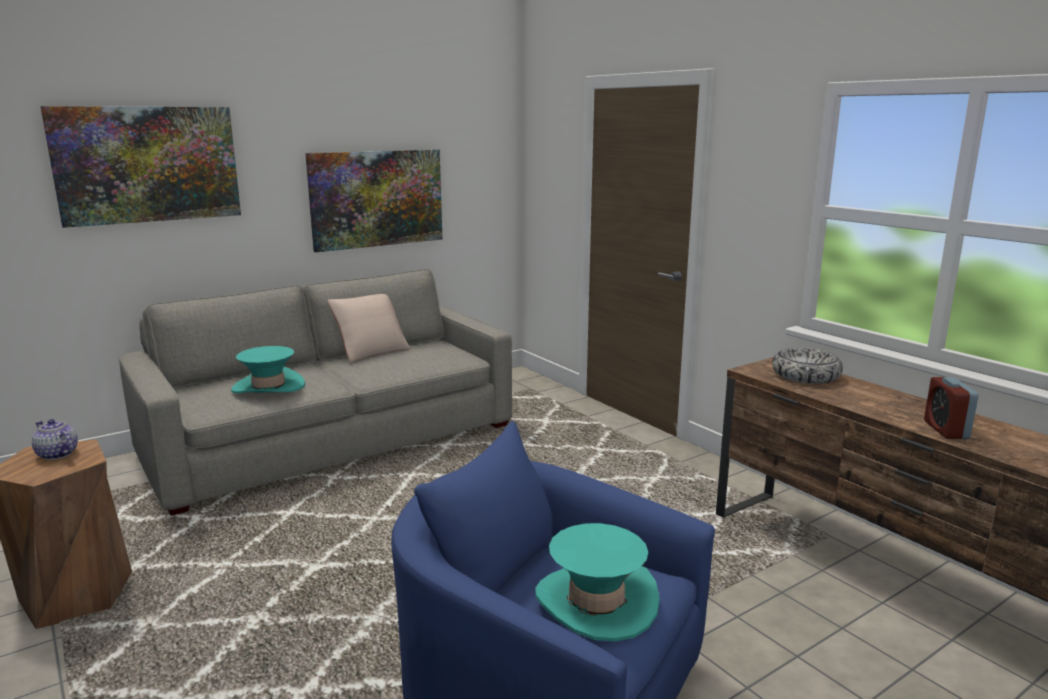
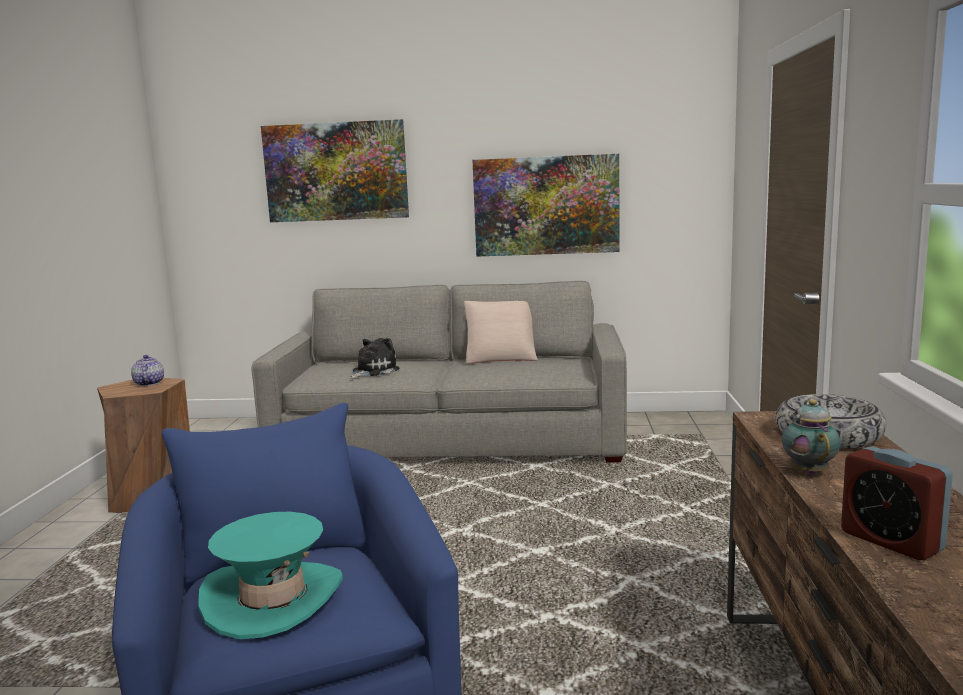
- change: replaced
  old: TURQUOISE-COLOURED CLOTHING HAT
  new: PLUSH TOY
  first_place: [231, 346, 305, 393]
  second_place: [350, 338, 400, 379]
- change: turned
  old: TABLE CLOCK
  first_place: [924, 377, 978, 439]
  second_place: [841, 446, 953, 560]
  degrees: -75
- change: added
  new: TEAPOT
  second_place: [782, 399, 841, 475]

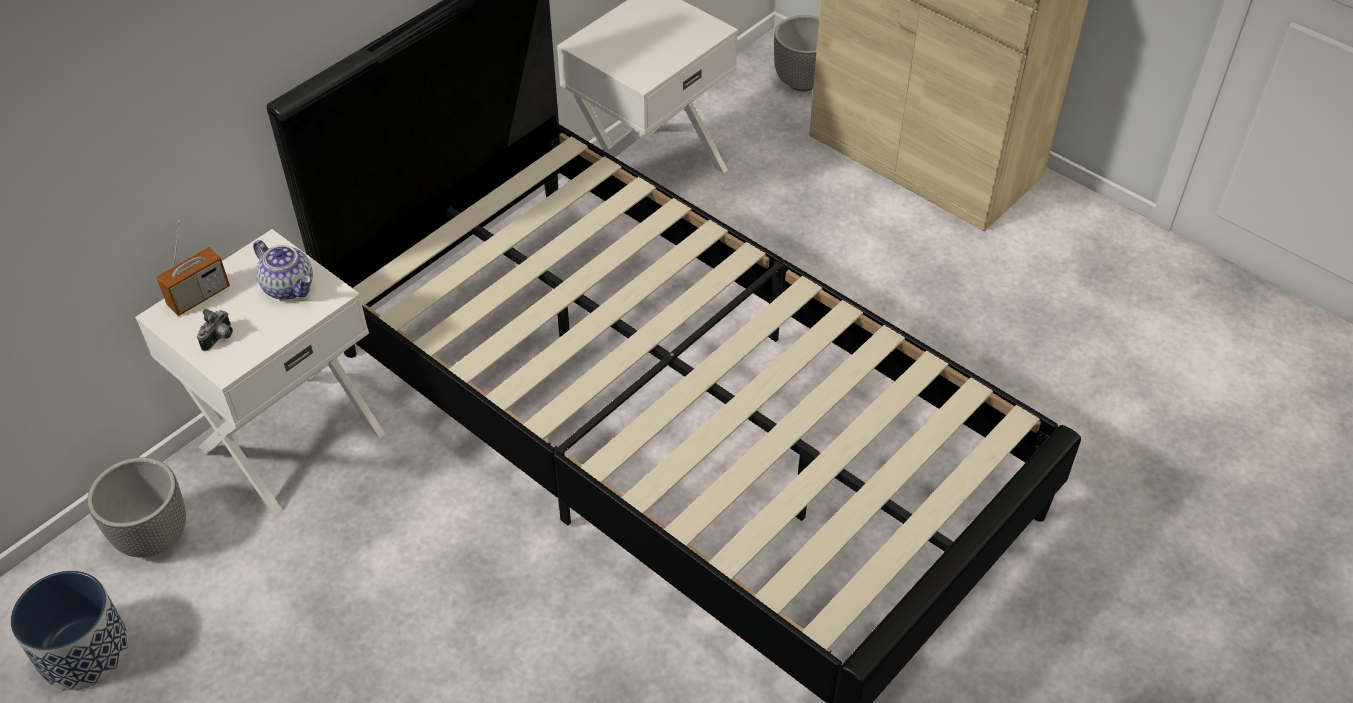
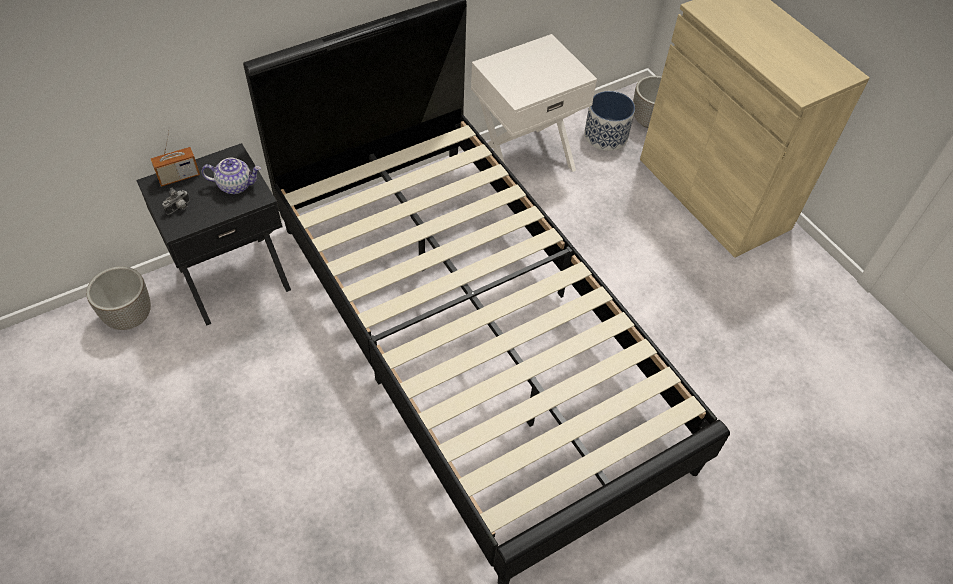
- change: moved
  old: PLANTER
  first_place: [11, 571, 129, 690]
  second_place: [584, 91, 635, 151]
- change: recoloured
  old: WHITE-COLOURED NIGHTSTAND
  new: BLACK-COLOURED NIGHTSTAND
  first_place: [135, 229, 385, 516]
  second_place: [136, 143, 291, 326]
- change: turned
  old: TEAPOT
  first_place: [253, 240, 313, 300]
  second_place: [202, 158, 261, 194]
  degrees: -60

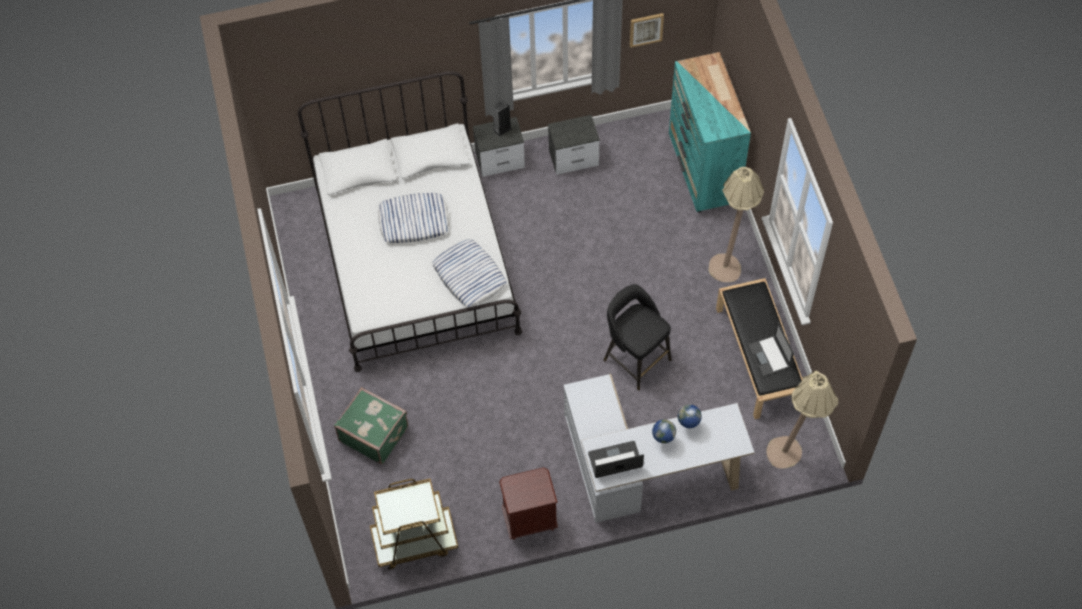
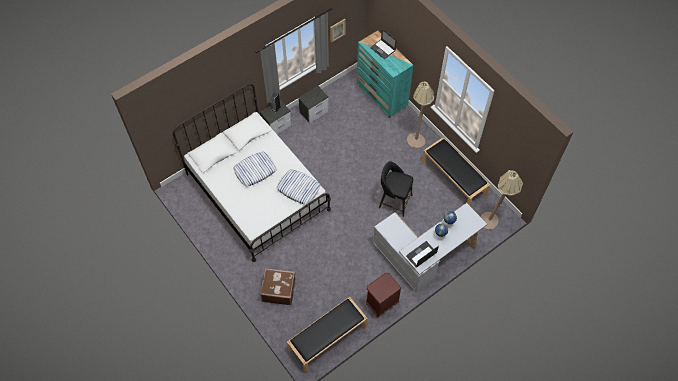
- change: recoloured
  old: GREEN TRAVEL CASE
  new: BROWNISH TRAVEL CASE
  first_place: [334, 387, 408, 464]
  second_place: [260, 268, 295, 305]
- change: replaced
  old: BROWNISH WHEELED CART
  new: BLACK-COLOURED LONG SEAT
  first_place: [370, 479, 458, 570]
  second_place: [287, 297, 368, 372]
- change: moved
  old: LAPTOP
  first_place: [747, 321, 794, 377]
  second_place: [370, 29, 397, 59]

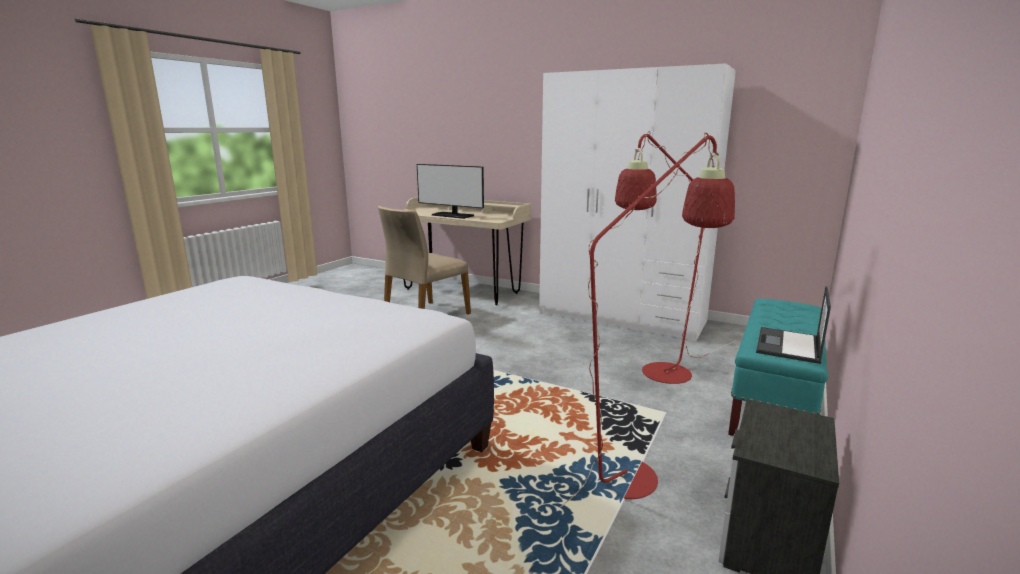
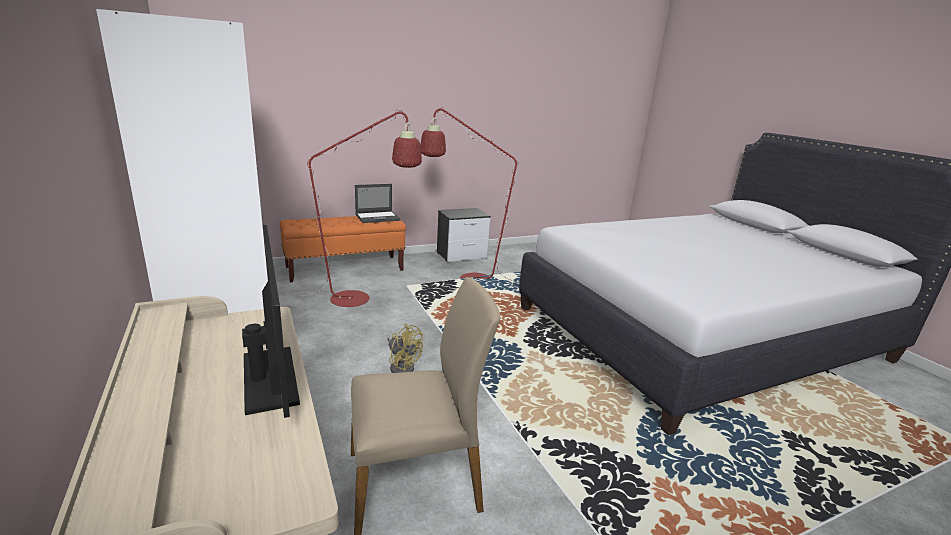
- change: recoloured
  old: TURQUOISE-COLOURED LONG SEAT
  new: ORANGE LONG SEAT
  first_place: [728, 299, 828, 436]
  second_place: [280, 216, 406, 283]
- change: added
  new: YELLOW-COLOURED ELECTRIC FAN
  second_place: [387, 323, 423, 373]

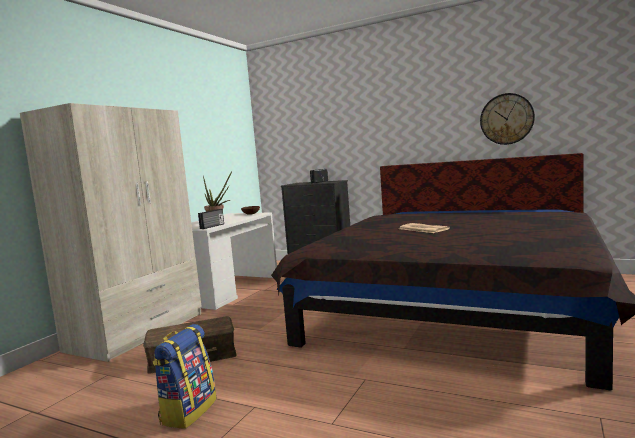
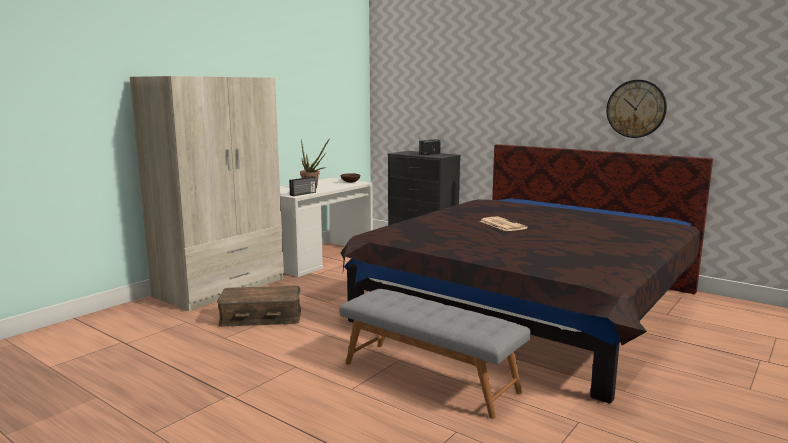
- change: removed
  old: RUCKSACK
  first_place: [152, 324, 217, 429]
- change: added
  new: GRAY LONG SEAT
  second_place: [339, 289, 531, 419]

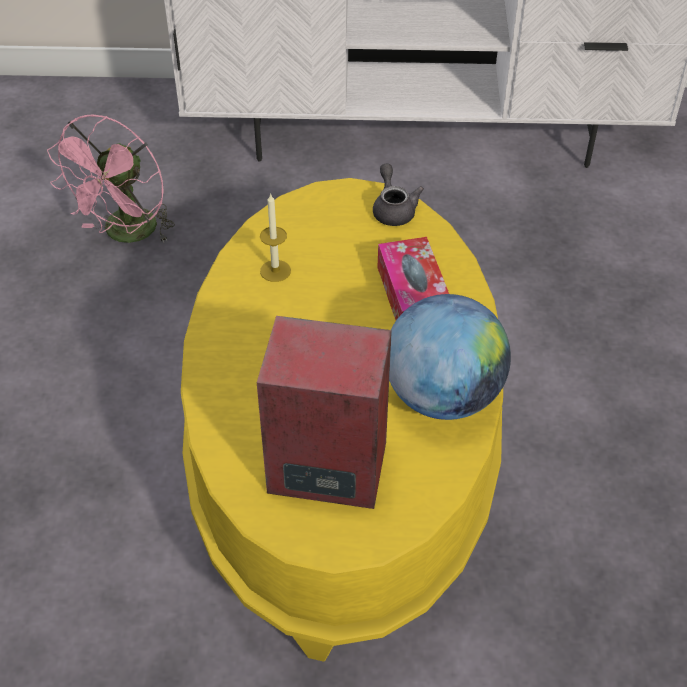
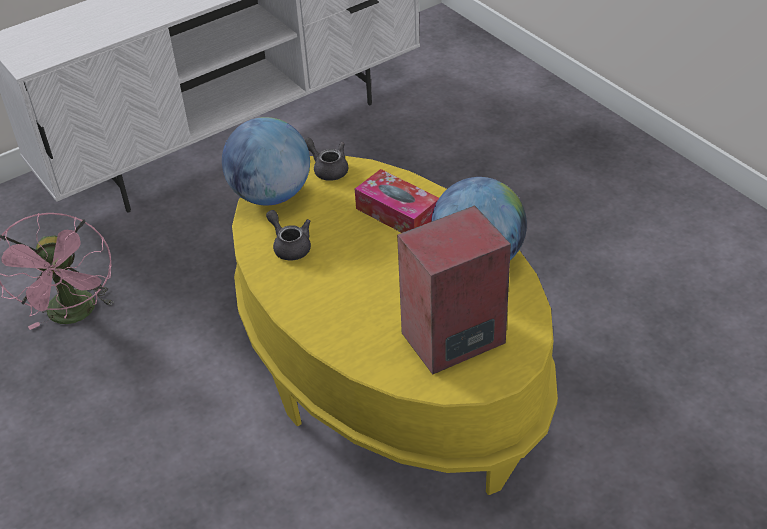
- change: replaced
  old: WAX CANDLE
  new: GRAY TEAPOT
  first_place: [260, 193, 291, 282]
  second_place: [266, 210, 311, 261]
- change: added
  new: WORLD GLOBE
  second_place: [222, 117, 310, 205]

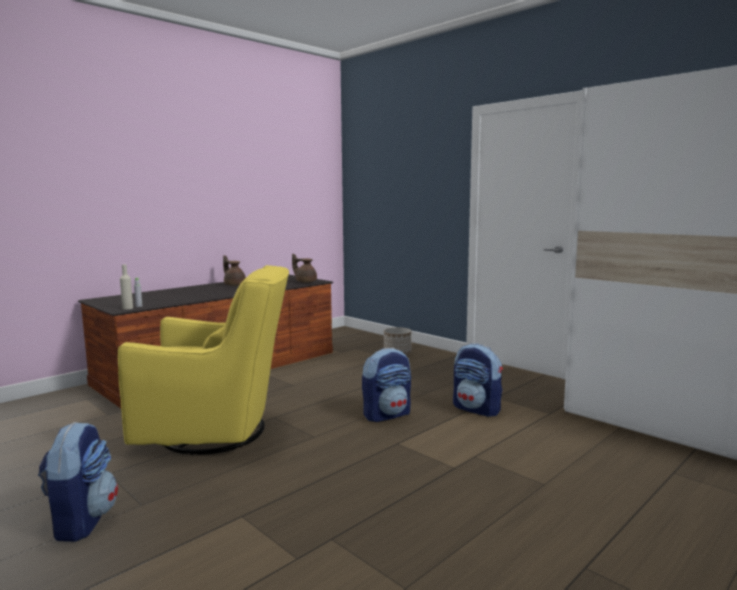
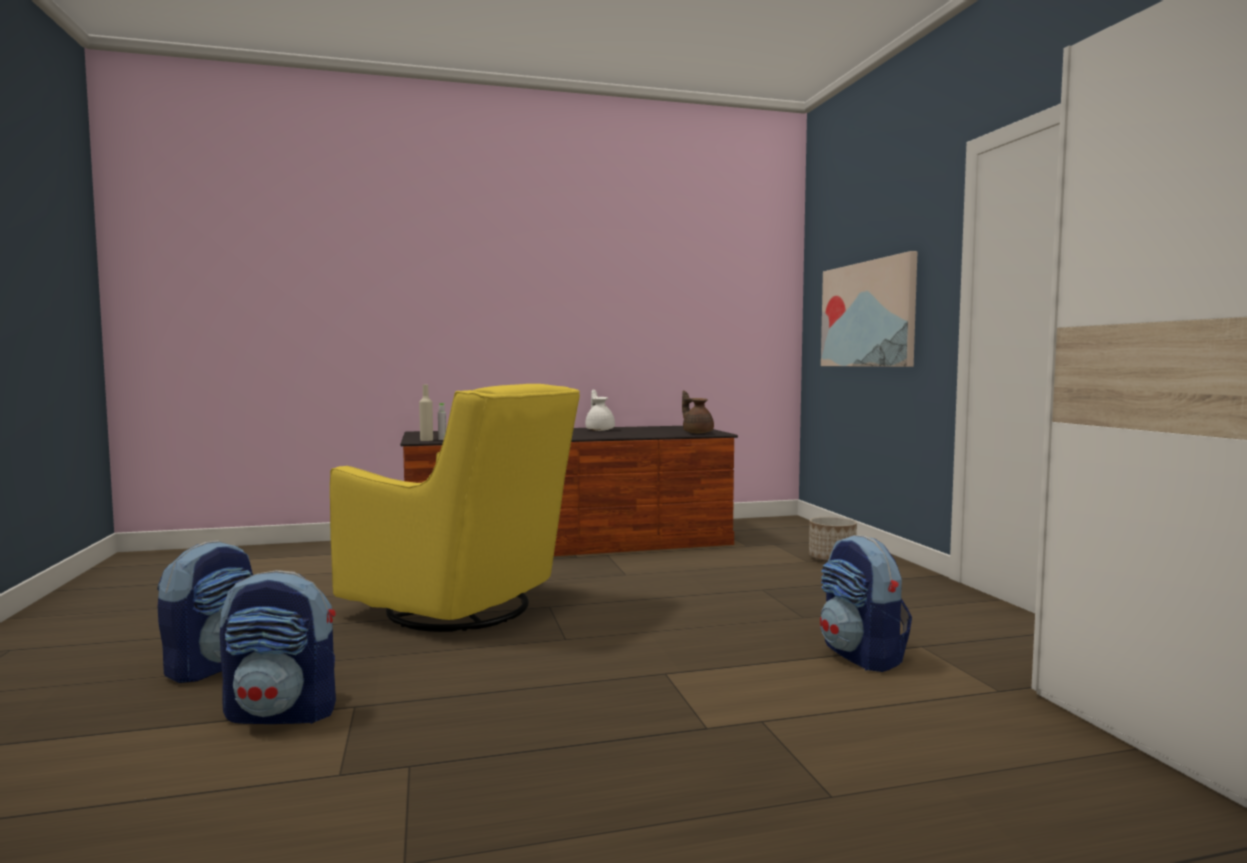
- change: recoloured
  old: BROWNISH TEAPOT
  new: WHITE-COLOURED TEAPOT
  first_place: [223, 255, 246, 286]
  second_place: [585, 390, 615, 431]
- change: moved
  old: RUCKSACK
  first_place: [362, 348, 411, 422]
  second_place: [220, 570, 336, 724]
- change: added
  new: WALL ART
  second_place: [821, 251, 917, 367]

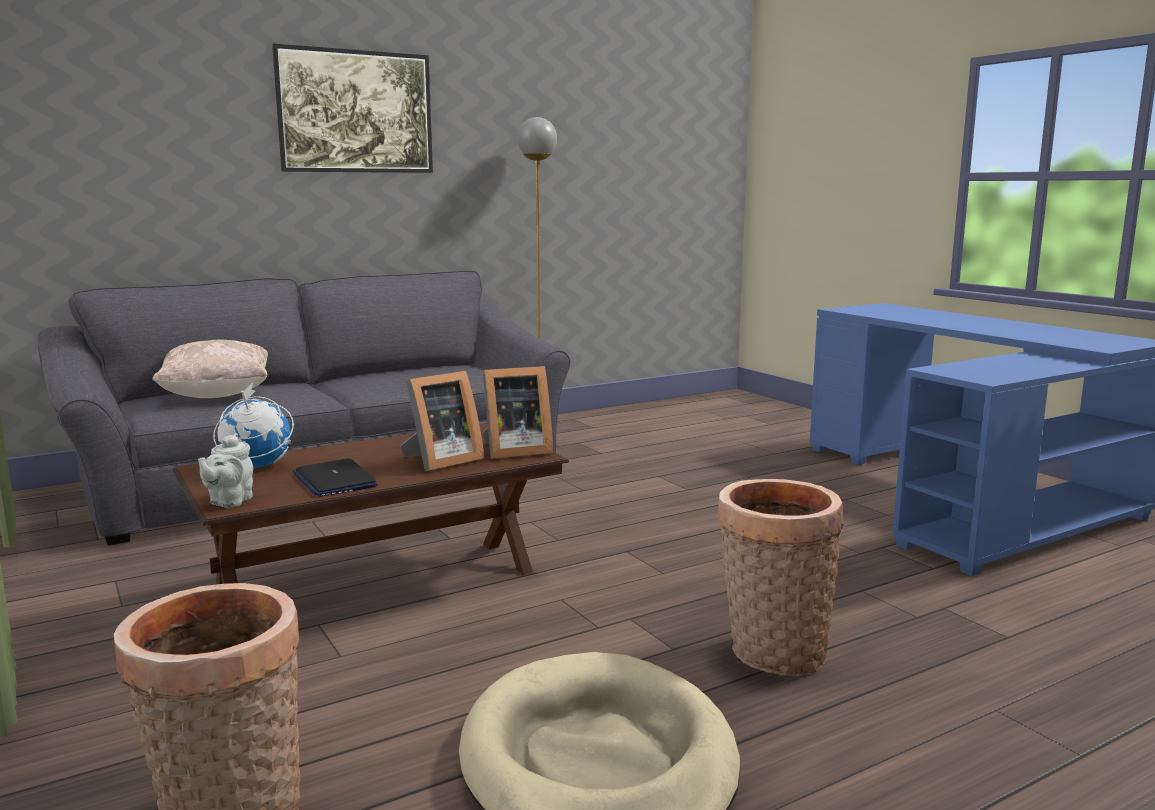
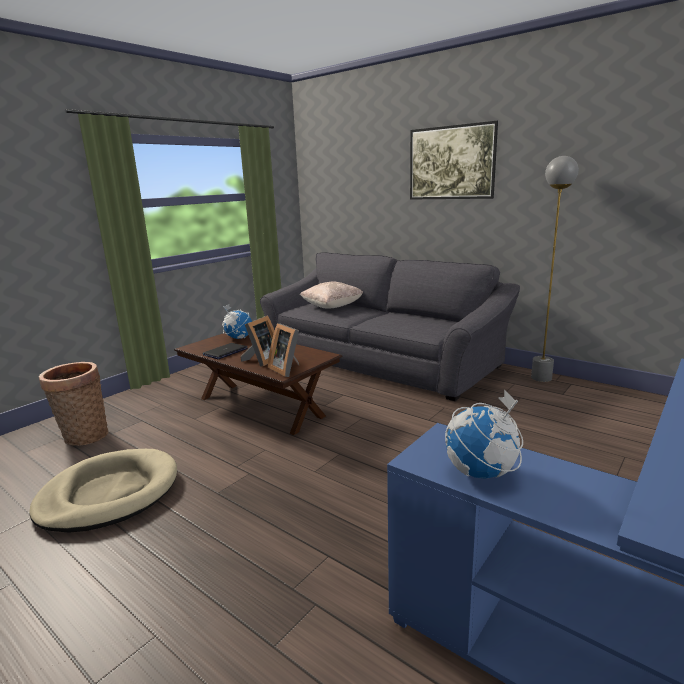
- change: removed
  old: GRAY TEAPOT
  first_place: [198, 433, 253, 508]
- change: turned
  old: PHOTO FRAME
  first_place: [400, 371, 484, 471]
  second_place: [240, 315, 275, 367]
  degrees: -90
- change: removed
  old: STORAGE BASKET
  first_place: [716, 479, 844, 676]
- change: added
  new: WORLD GLOBE
  second_place: [445, 389, 523, 479]

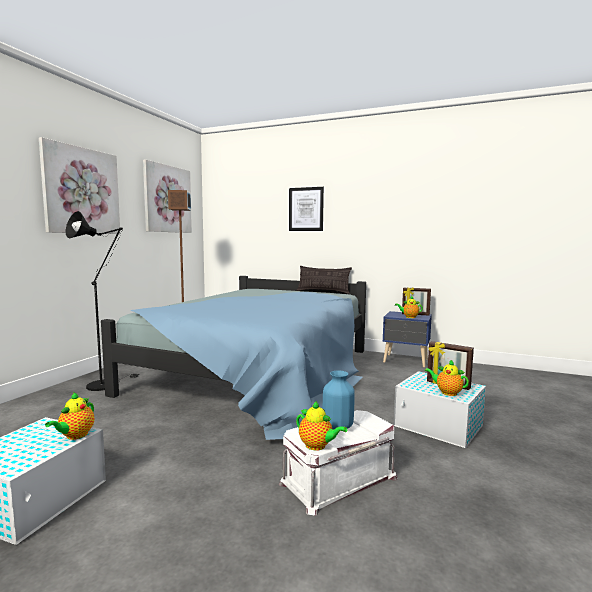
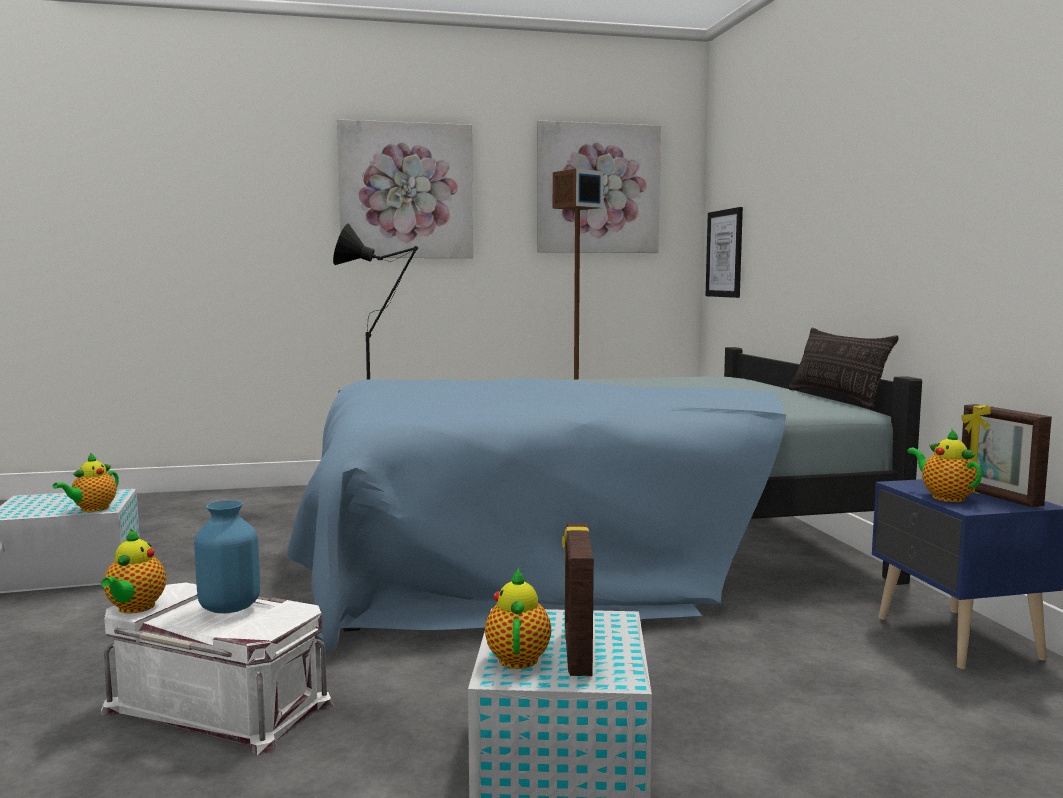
- change: turned
  old: TEAPOT
  first_place: [45, 392, 94, 440]
  second_place: [53, 453, 119, 512]
  degrees: -45
- change: moved
  old: WALL ART
  first_place: [289, 187, 324, 231]
  second_place: [706, 207, 743, 298]

